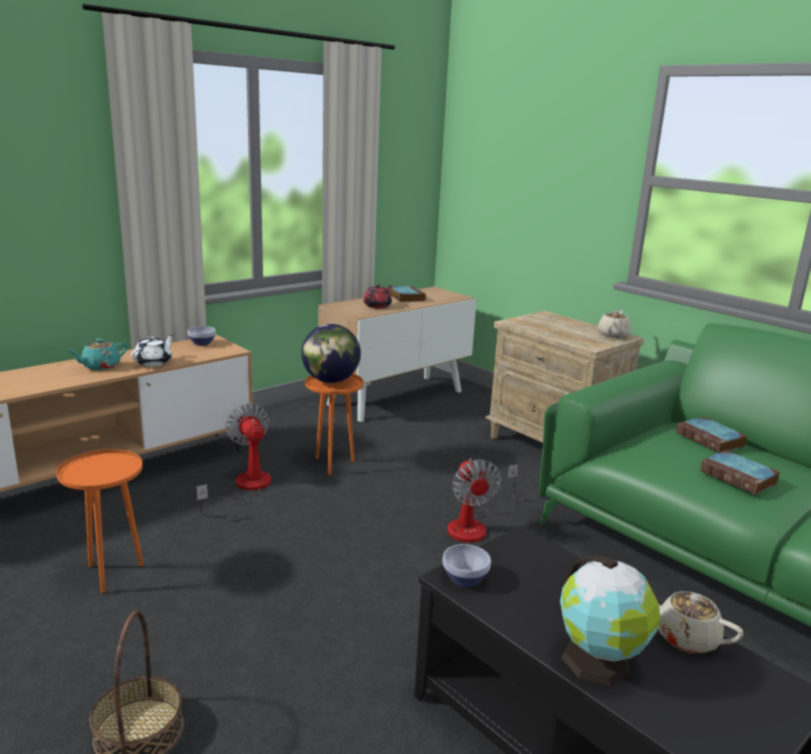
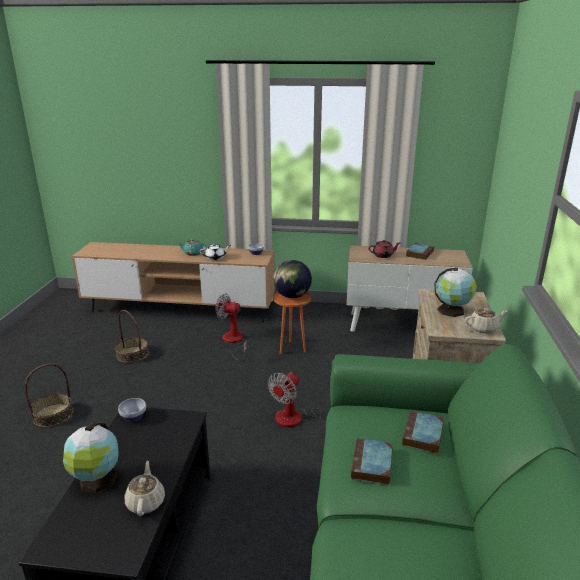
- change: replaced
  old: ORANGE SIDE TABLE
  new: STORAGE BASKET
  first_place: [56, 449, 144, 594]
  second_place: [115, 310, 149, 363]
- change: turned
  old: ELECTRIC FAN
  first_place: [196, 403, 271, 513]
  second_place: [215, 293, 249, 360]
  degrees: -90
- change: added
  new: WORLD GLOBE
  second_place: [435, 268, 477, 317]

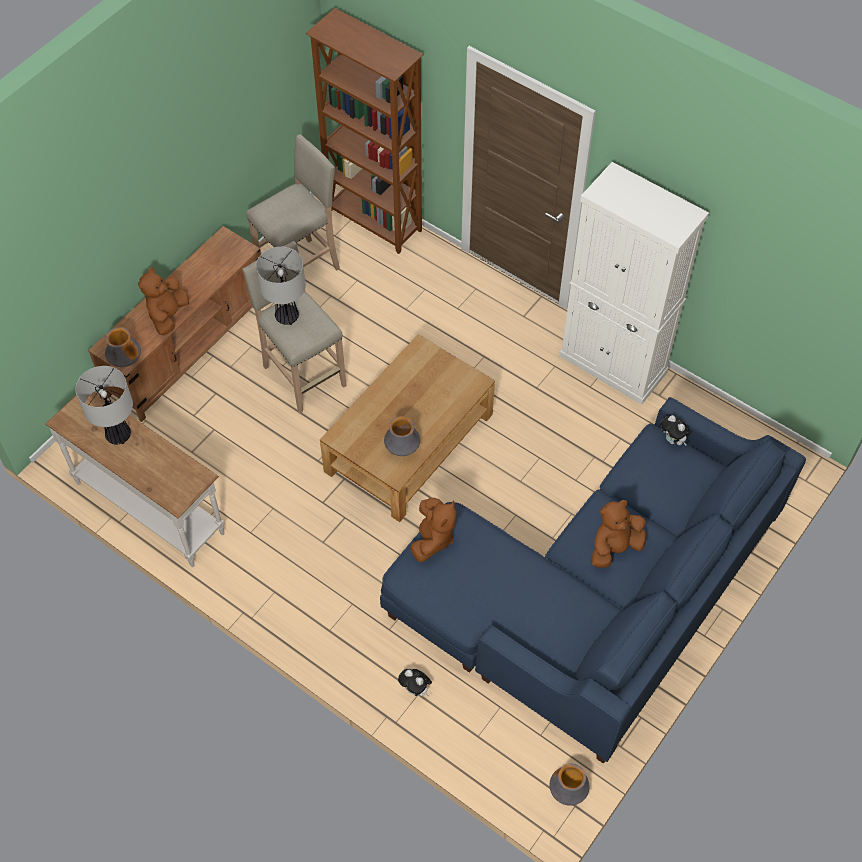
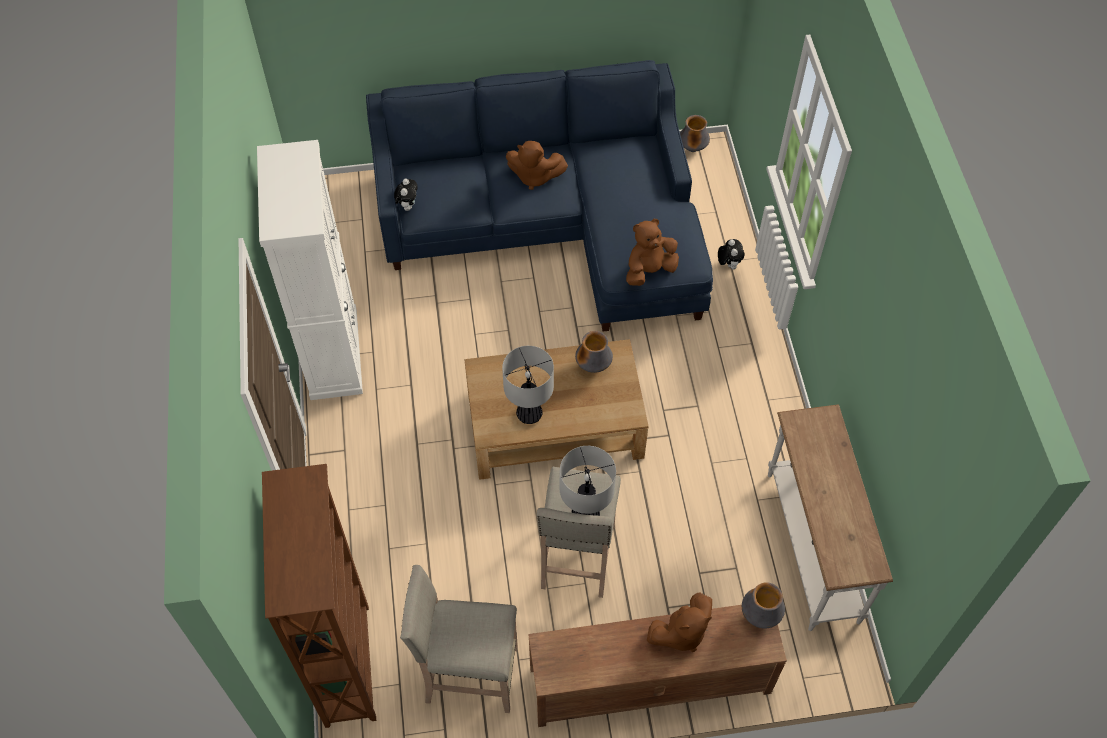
- change: moved
  old: LAMP FOR A TABLE
  first_place: [76, 366, 133, 444]
  second_place: [502, 346, 554, 424]

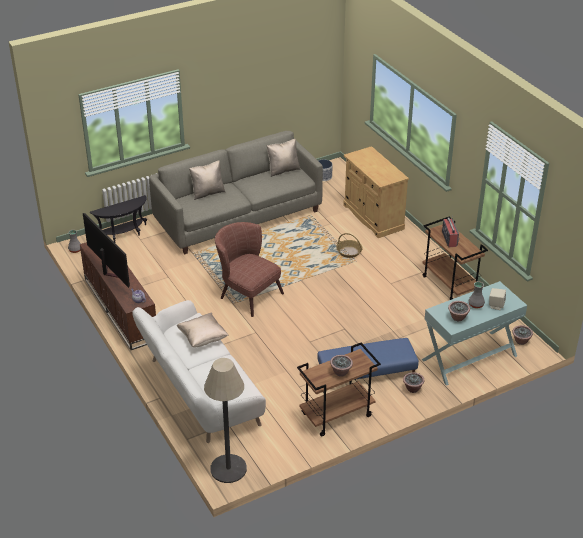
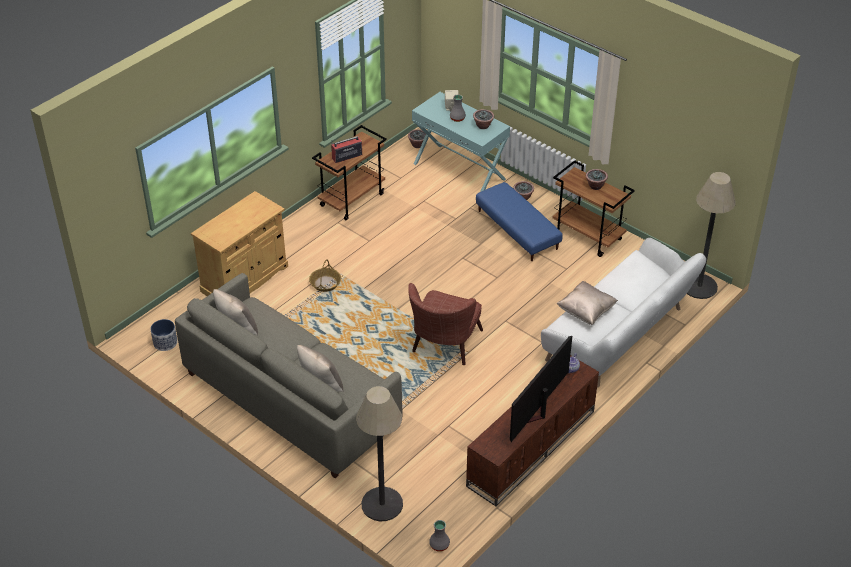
- change: replaced
  old: BLACK-COLOURED SIDE TABLE
  new: STANDING LAMP
  first_place: [90, 195, 147, 243]
  second_place: [356, 386, 403, 521]

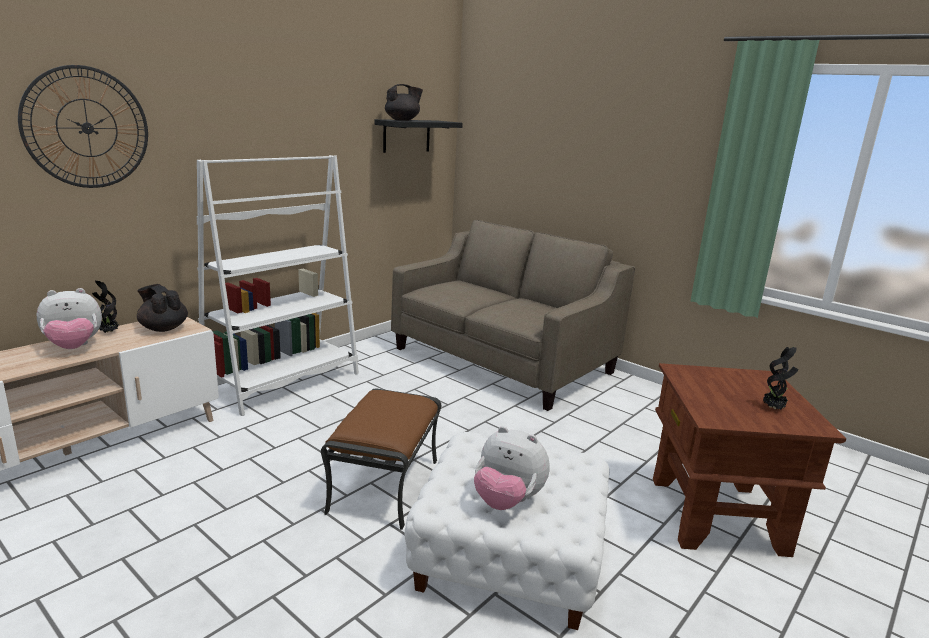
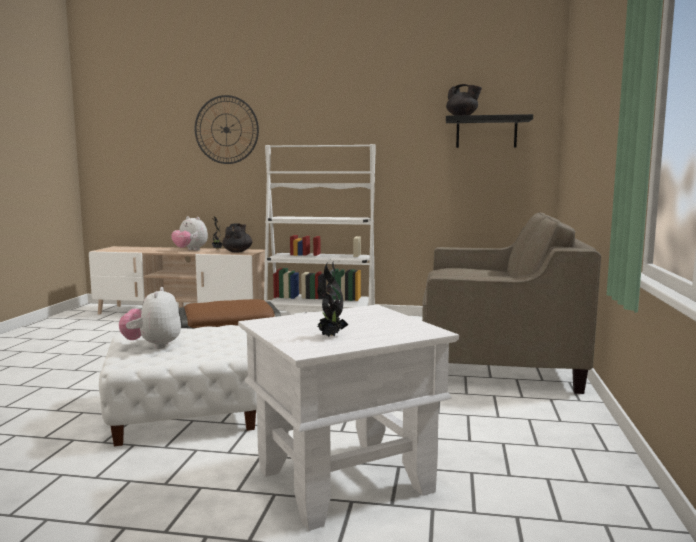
- change: recoloured
  old: BROWNISH SIDE TABLE
  new: WHITE-COLOURED SIDE TABLE
  first_place: [653, 363, 846, 557]
  second_place: [238, 305, 459, 531]

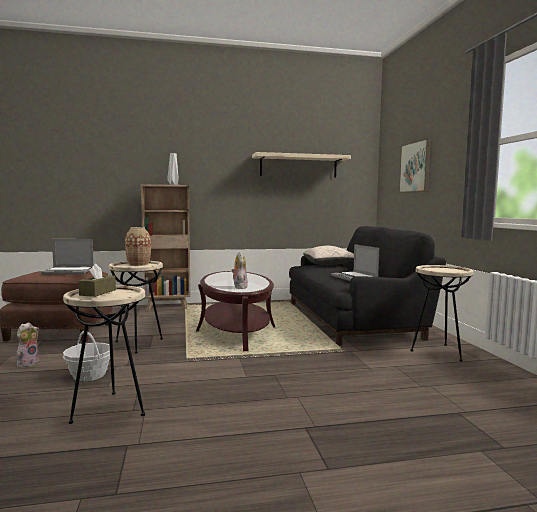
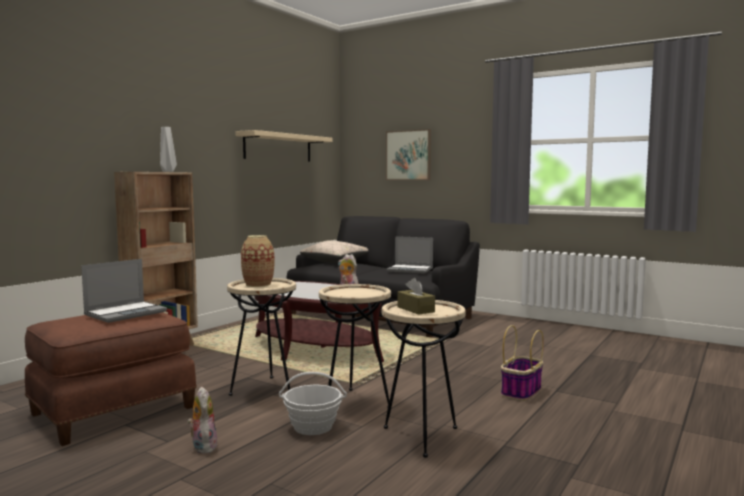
- change: moved
  old: BEIGE SIDE TABLE
  first_place: [411, 265, 473, 362]
  second_place: [319, 284, 391, 408]
- change: added
  new: STORAGE BASKET
  second_place: [501, 325, 544, 401]

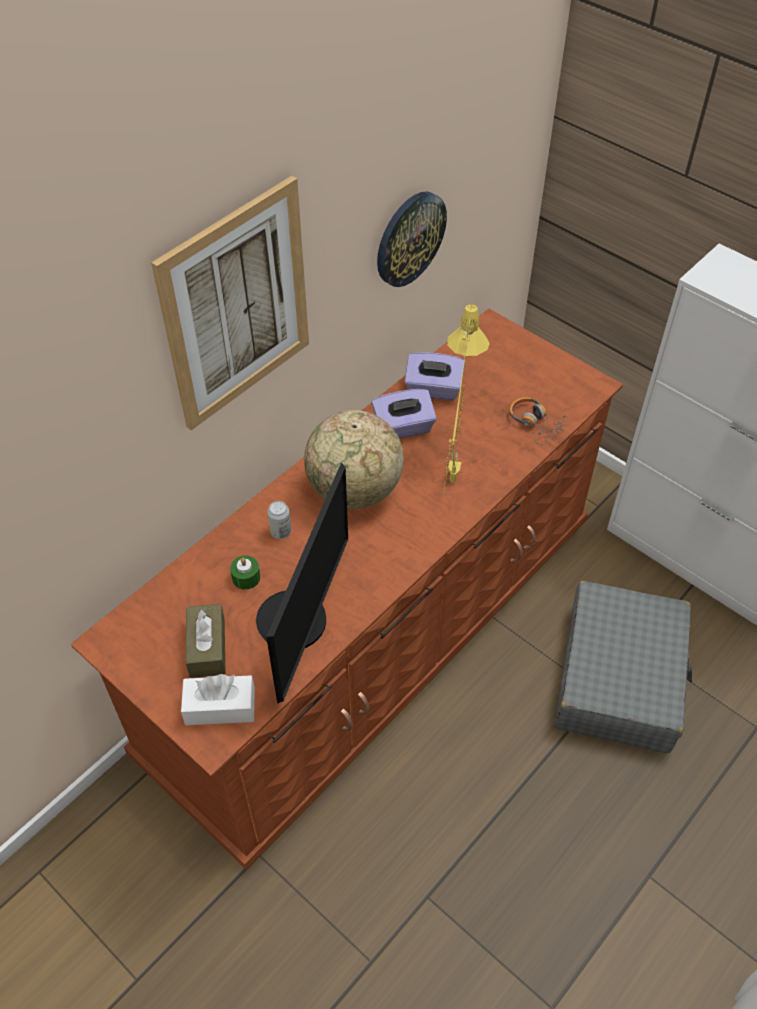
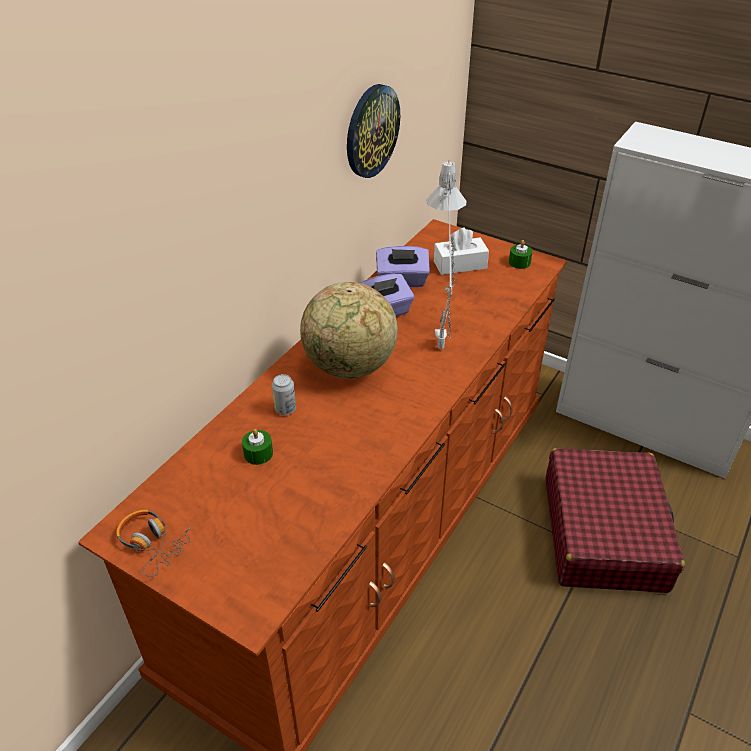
- change: removed
  old: WALL ART
  first_place: [151, 176, 309, 430]
- change: moved
  old: WHITE-COLOURED BOX OF TISSUES
  first_place: [181, 674, 255, 725]
  second_place: [434, 228, 489, 275]
- change: removed
  old: BROWNISH BOX OF TISSUES
  first_place: [186, 604, 226, 678]
- change: removed
  old: COMPUTER SCREEN
  first_place: [256, 462, 348, 704]
- change: recoloured
  old: YELLOW-COLOURED LAMP FOR A TABLE
  new: GRAY LAMP FOR A TABLE
  first_place: [442, 304, 490, 495]
  second_place: [426, 160, 466, 349]
- change: moved
  old: HEADPHONES
  first_place: [509, 397, 567, 445]
  second_place: [117, 510, 191, 577]
- change: recoloured
  old: GRAY TRAVEL CASE
  new: RED-COLOURED TRAVEL CASE
  first_place: [555, 581, 692, 753]
  second_place: [546, 448, 685, 593]
- change: added
  new: GREEN WAX CANDLE
  second_place: [509, 240, 533, 269]

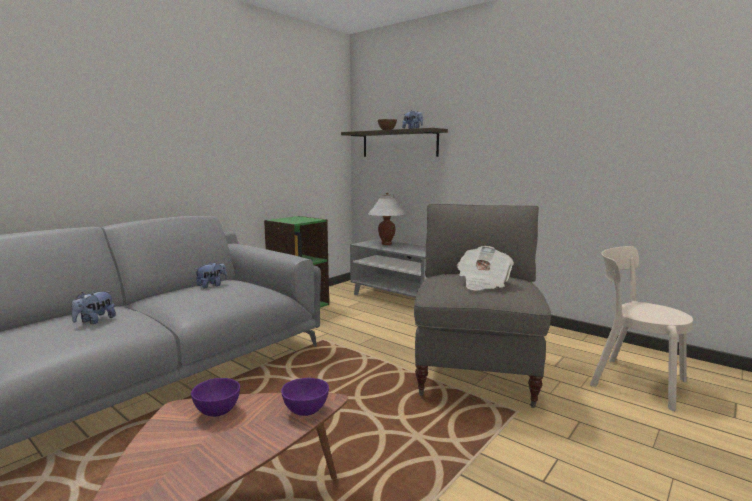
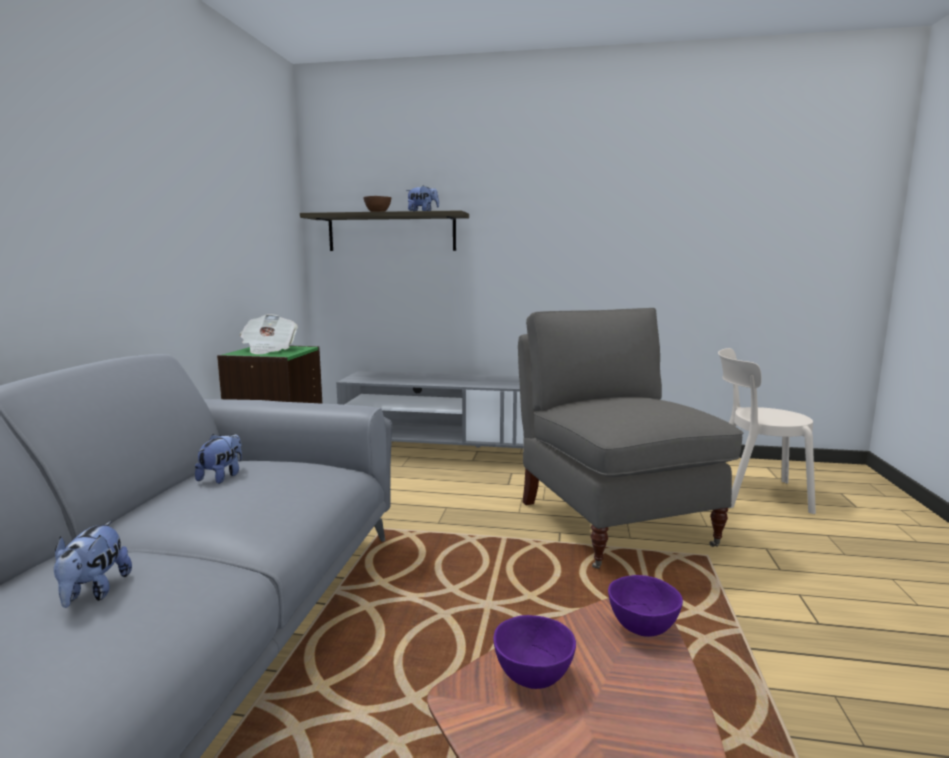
- change: removed
  old: WHITE-COLOURED LAMP FOR A TABLE
  first_place: [368, 193, 406, 245]
- change: moved
  old: NEWSPAPER
  first_place: [457, 246, 514, 290]
  second_place: [240, 314, 298, 354]

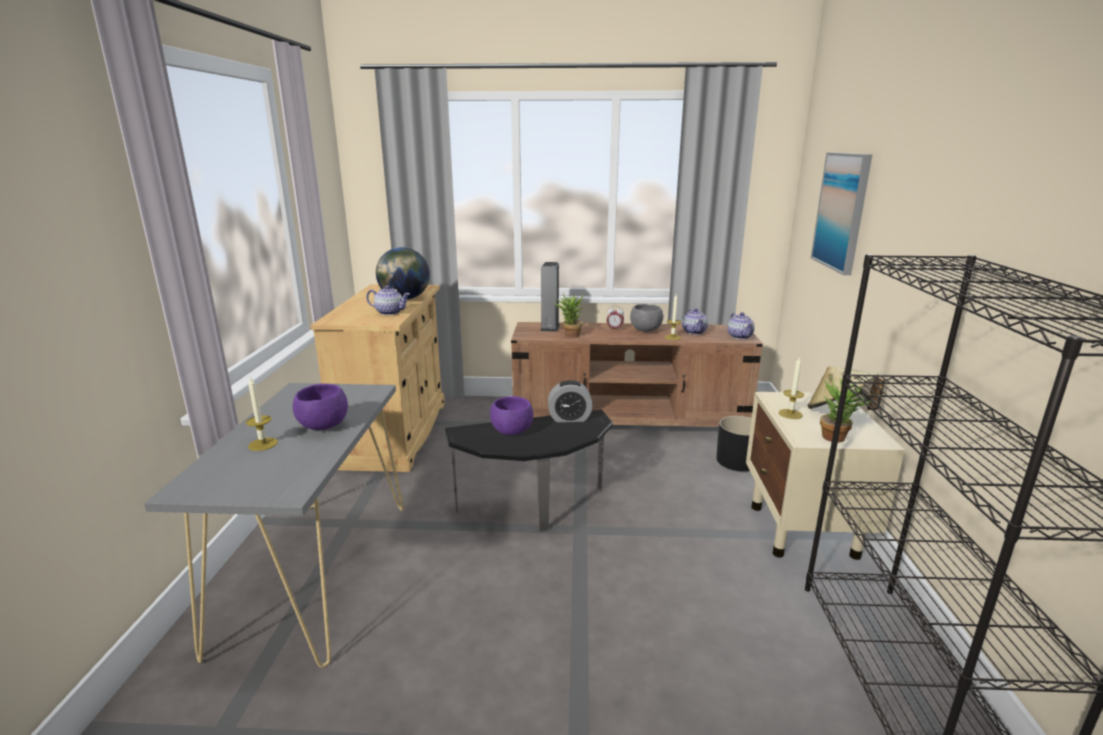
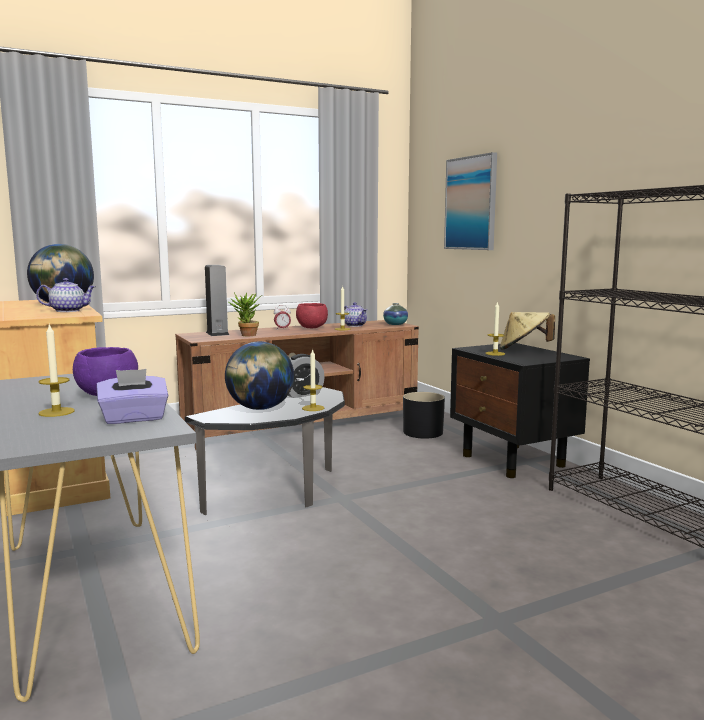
- change: replaced
  old: PURPLE DEEP DISH
  new: WORLD GLOBE
  first_place: [490, 396, 533, 435]
  second_place: [225, 341, 294, 410]
- change: recoloured
  old: GRAY DEEP DISH
  new: RED-COLOURED DEEP DISH
  first_place: [630, 304, 663, 332]
  second_place: [296, 303, 328, 328]
- change: replaced
  old: TEAPOT
  new: DECORATIVE VASE
  first_place: [727, 312, 754, 339]
  second_place: [383, 303, 408, 325]
- change: recoloured
  old: BEIGE NIGHTSTAND
  new: BLACK-COLOURED NIGHTSTAND
  first_place: [746, 392, 905, 560]
  second_place: [450, 343, 590, 478]
- change: removed
  old: PLANT IN A POT
  first_place: [820, 376, 874, 442]
- change: added
  new: PURPLE BOX OF TISSUES
  second_place: [97, 369, 168, 424]
- change: added
  new: WAX CANDLE
  second_place: [302, 349, 324, 411]

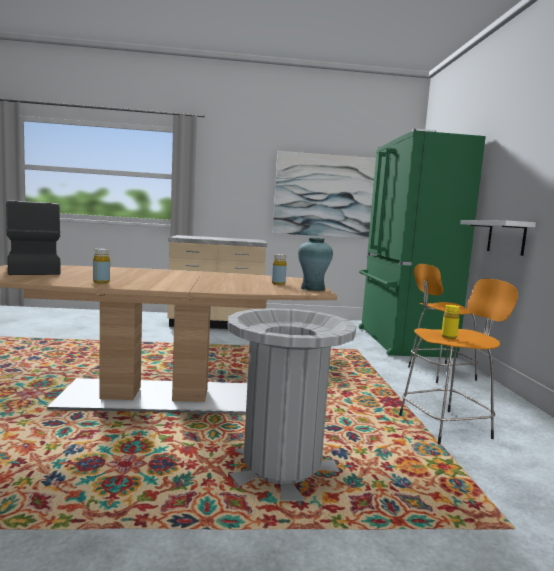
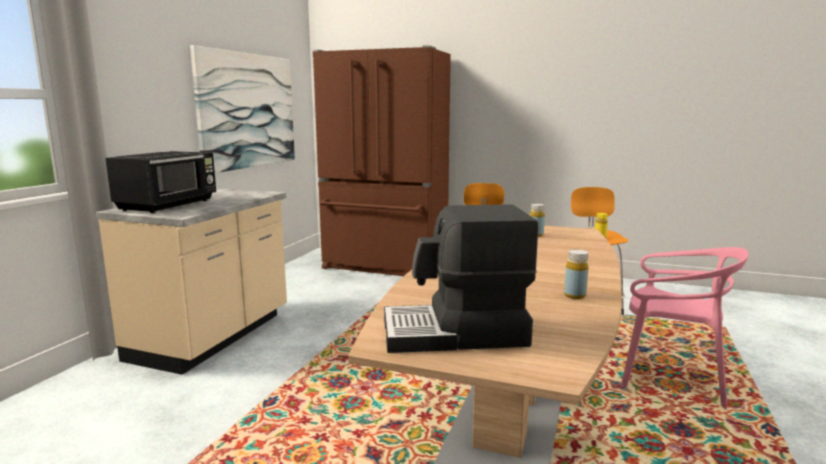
- change: replaced
  old: GRAY RUBBISH BIN
  new: PINKISH CHAIR
  first_place: [228, 308, 356, 501]
  second_place: [621, 247, 749, 405]
- change: removed
  old: TURQUOISE-COLOURED DECORATIVE VASE
  first_place: [298, 237, 333, 291]
- change: recoloured
  old: GREEN REFRIGERATOR
  new: BROWNISH REFRIGERATOR
  first_place: [359, 129, 486, 358]
  second_place: [313, 45, 451, 276]
- change: removed
  old: WHITE-COLOURED BRACKET SHELF
  first_place: [460, 220, 536, 256]
- change: added
  new: BLACK-COLOURED MICROWAVE
  second_place: [105, 151, 216, 213]

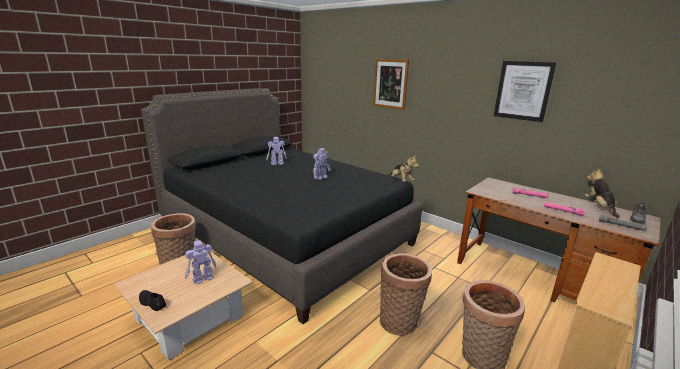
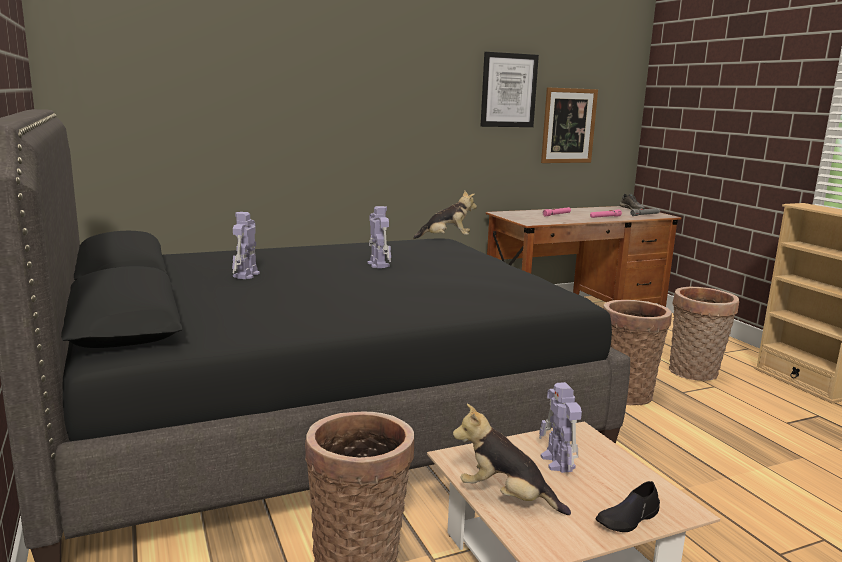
- change: moved
  old: WALL ART
  first_place: [373, 59, 409, 110]
  second_place: [541, 87, 598, 163]
- change: moved
  old: PLUSH TOY
  first_place: [585, 169, 620, 218]
  second_place: [453, 404, 571, 515]

